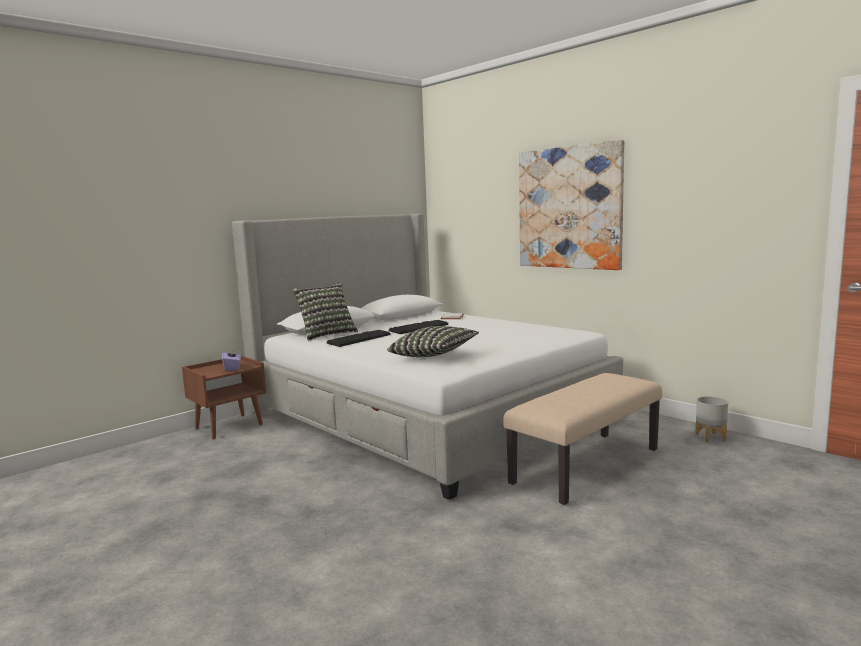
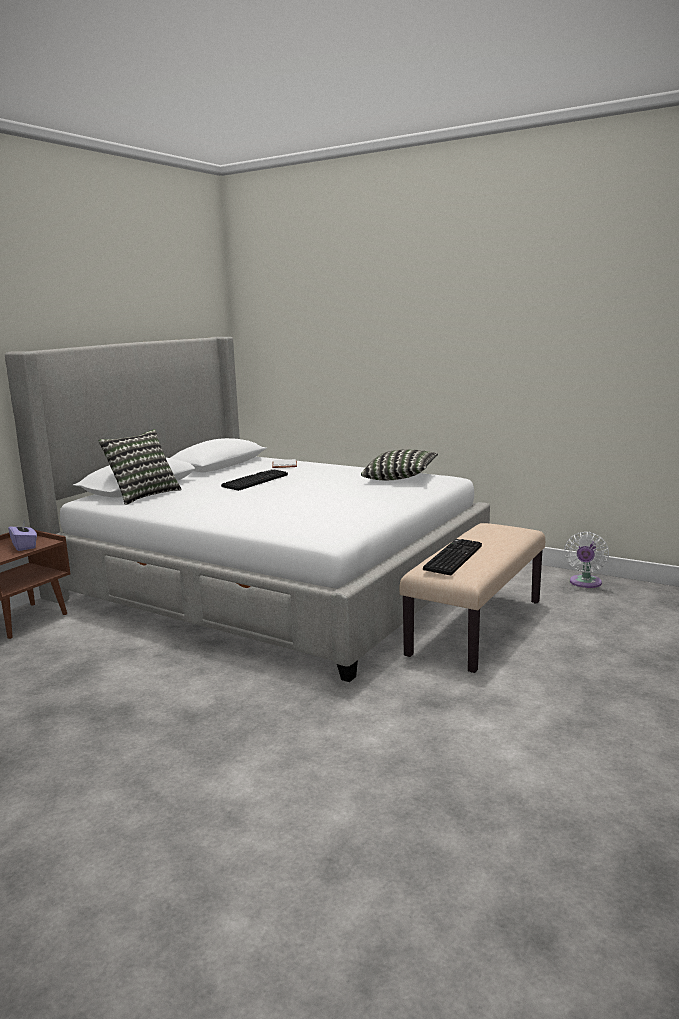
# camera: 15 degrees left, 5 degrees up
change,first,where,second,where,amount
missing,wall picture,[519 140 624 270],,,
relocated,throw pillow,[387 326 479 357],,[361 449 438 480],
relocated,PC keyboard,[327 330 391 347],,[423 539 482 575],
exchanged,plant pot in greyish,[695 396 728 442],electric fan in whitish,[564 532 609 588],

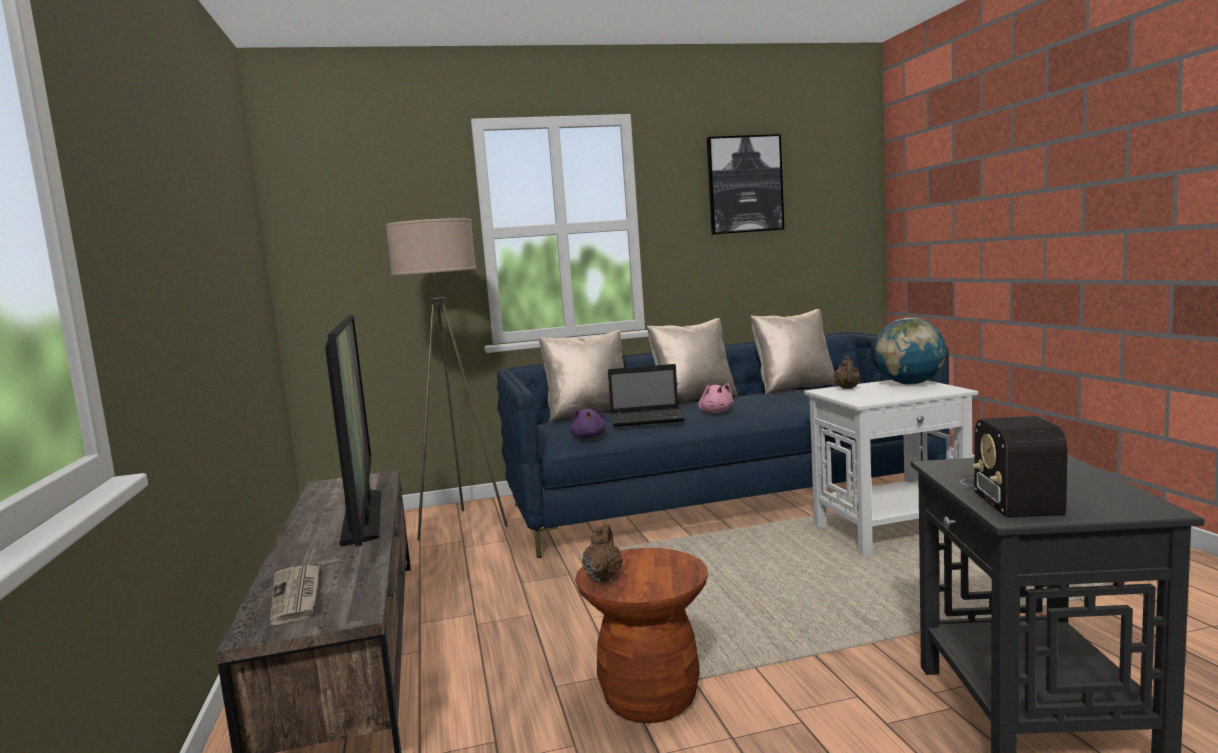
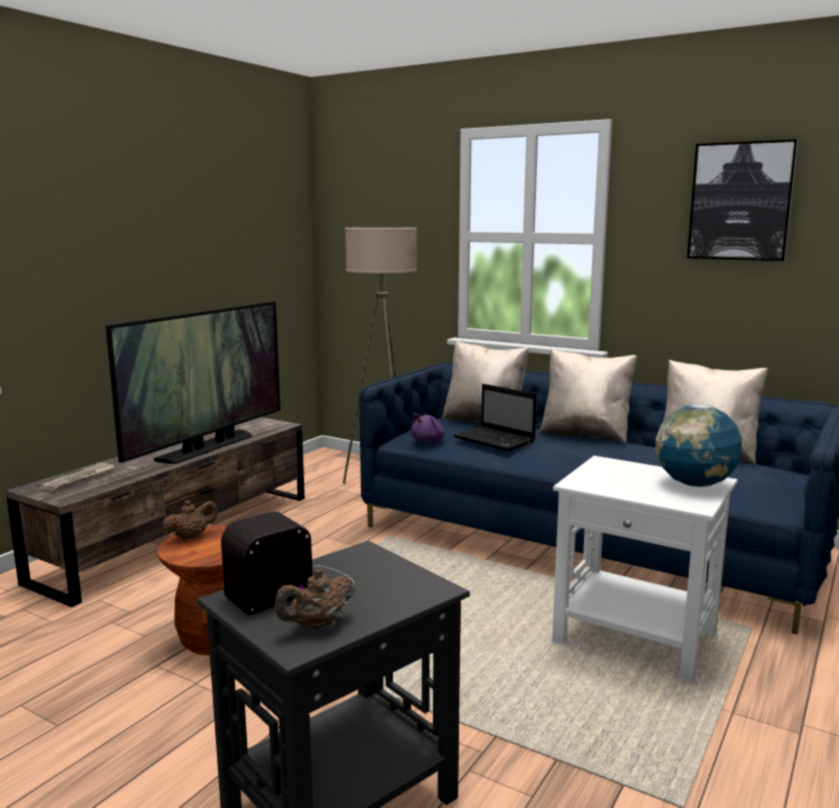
# camera: 45 degrees right, 5 degrees up
change,first,where,second,where,amount
relocated,teapot in brownish,[833 356 861 389],,[274 569 356 630],
missing,plush toy in pinkish,[698 384 733 413],,,

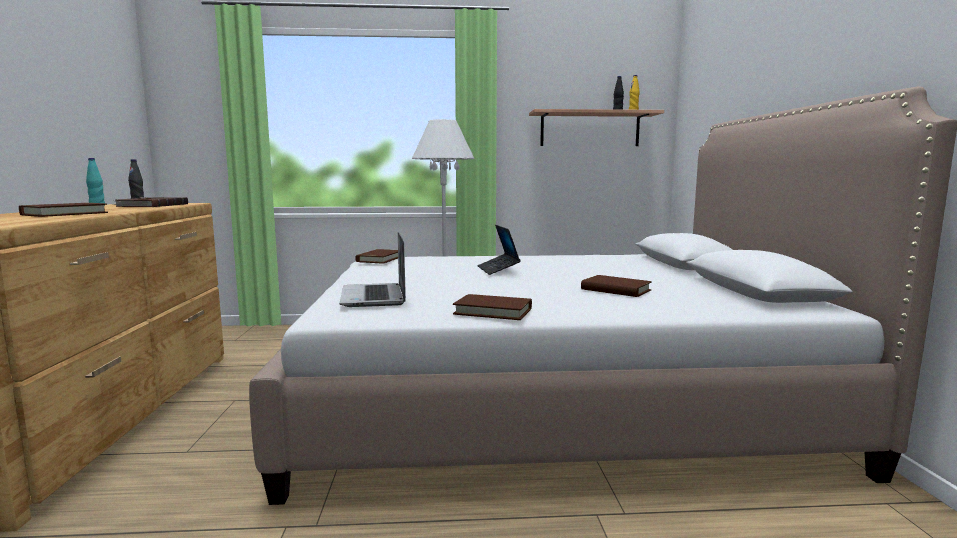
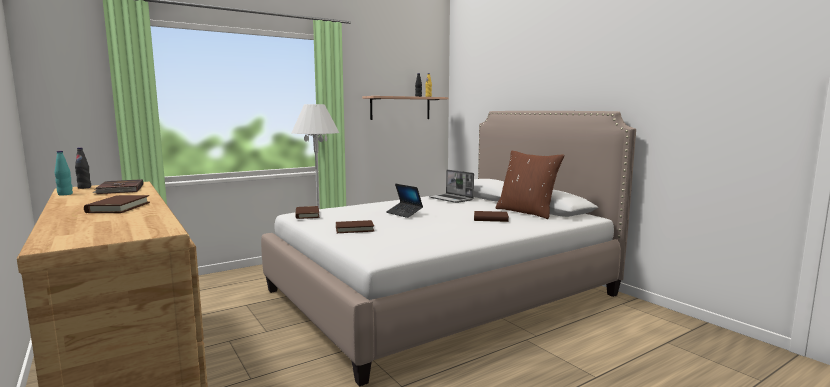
# camera: 30 degrees left, 0 degrees up
change,first,where,second,where,amount
relocated,laptop,[340 231 406 307],,[428 170 474 203],
relocated,volume in brownish,[453 294 532 320],,[336 220 374 233],
appeared,,,throw pillow in brownish,[496 151 564 219],

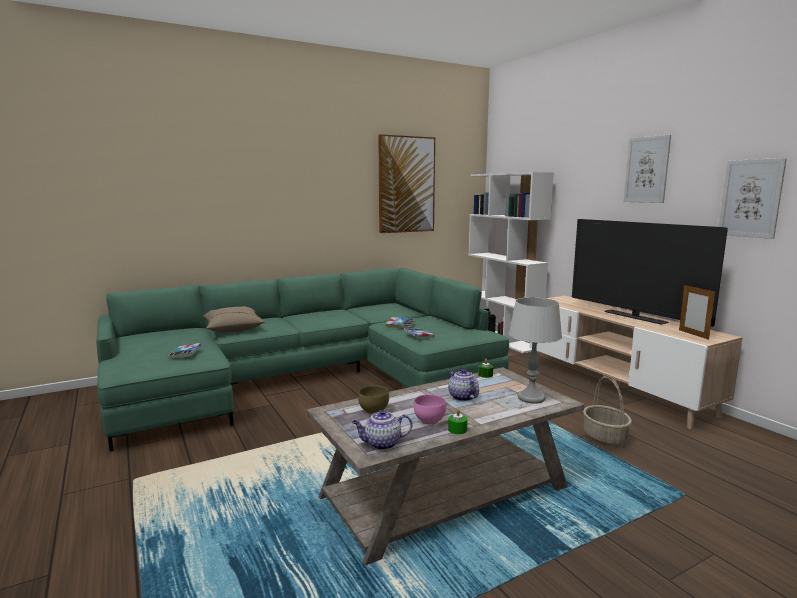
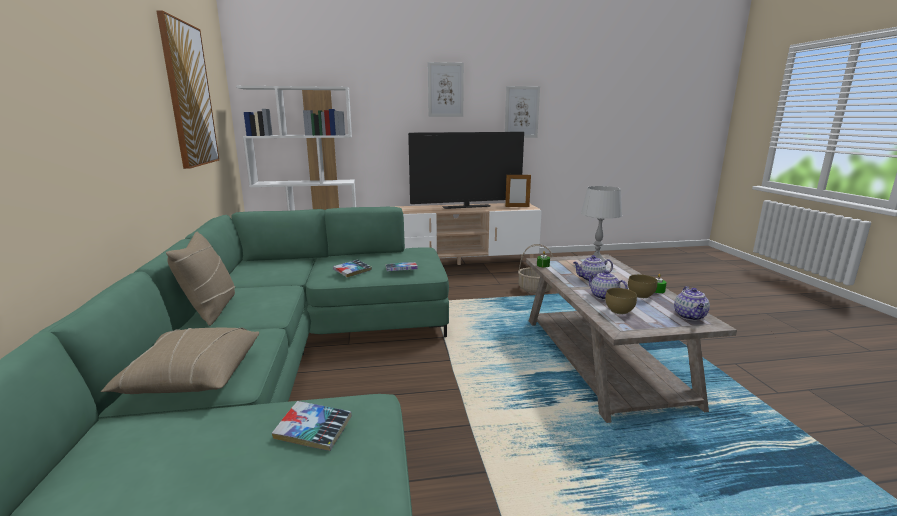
# camera: 70 degrees left, 5 degrees up
change,first,where,second,where,amount
colour,bowl in pinkish,[414 394 446 425],bowl in brownish,[628 274 657 298],
appeared,,,throw pillow in sand-coloured,[166 232 235 326],
appeared,,,teapot,[586 270 628 300],

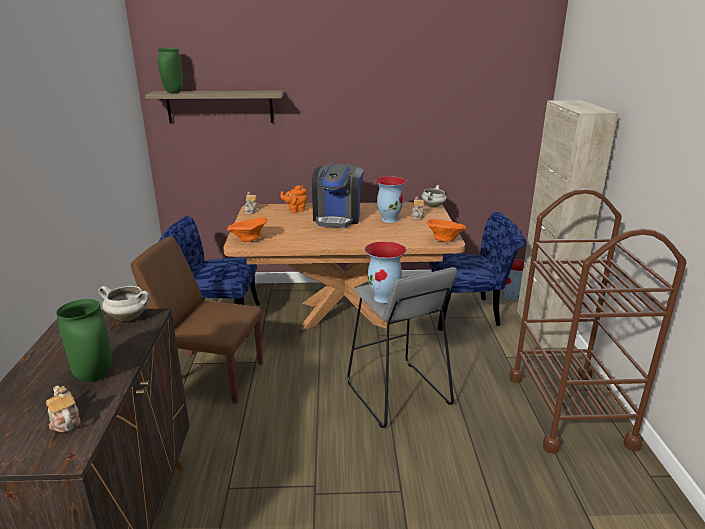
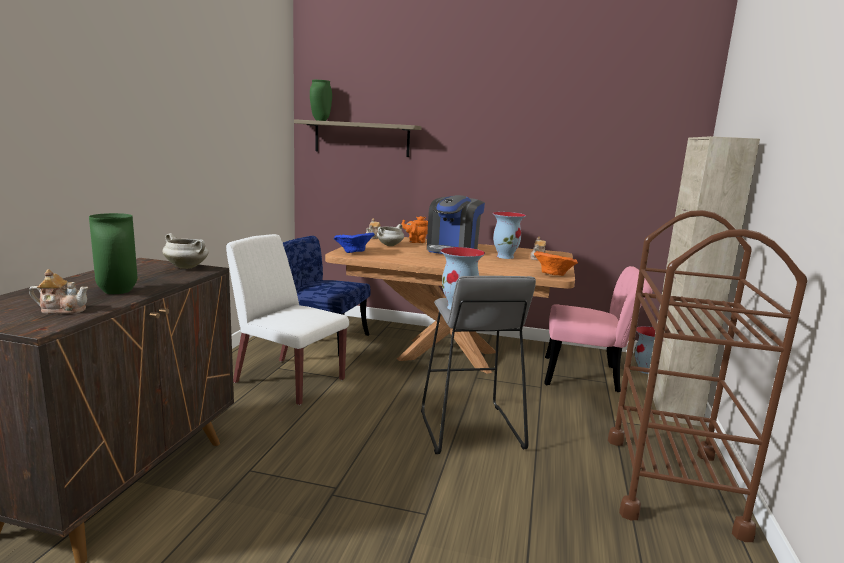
# camera: 15 degrees right, 10 degrees down
change,first,where,second,where,amount
relocated,saucepot in whitish,[421 185 447 208],,[377 224 404 246],
colour,upright chair in blue-coloured,[429 212 526 331],upright chair in pinkish,[544 266 652 392],
colour,bowl in orange-coloured,[227 217 268 242],bowl in blue-coloured,[333 232 375 253],
colour,upright chair in brownish,[131 236 263 404],upright chair in whitish,[226 234 349 405],
spun,teapot,[46 386 81 432],,[29 269 88 314],105 degrees clockwise

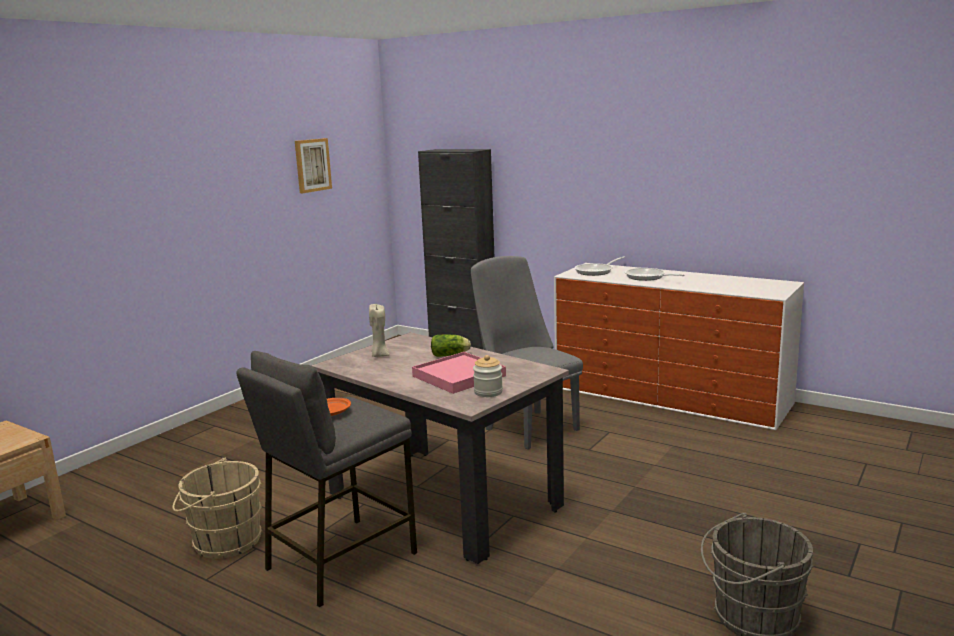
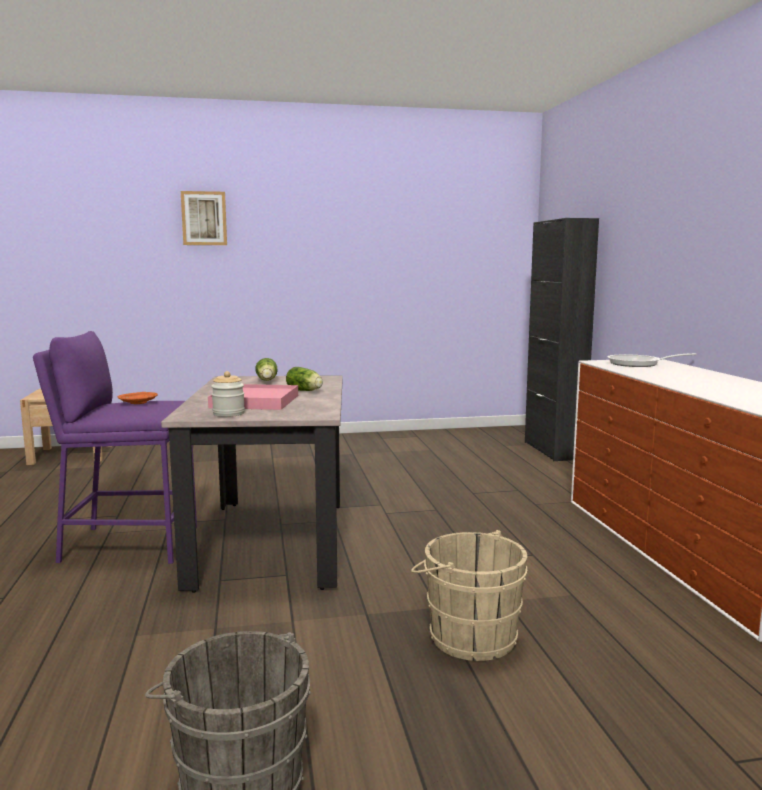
# camera: 45 degrees right, 5 degrees down
change,first,where,second,where,amount
relocated,wall picture,[295 138 332 193],,[181 191 227 245],
missing,upright chair in greyish,[471 256 583 449],,,
missing,pan,[625 268 684 281],,,
exchanged,candle in sand-coloured,[369 304 390 357],head of lettuce,[255 358 278 381],
colour,stool in greyish,[236 351 417 607],stool in purple-coloured,[33 331 197 564],
relocated,bucket in sand-coloured,[173 457 262 559],,[411 530 527 661],

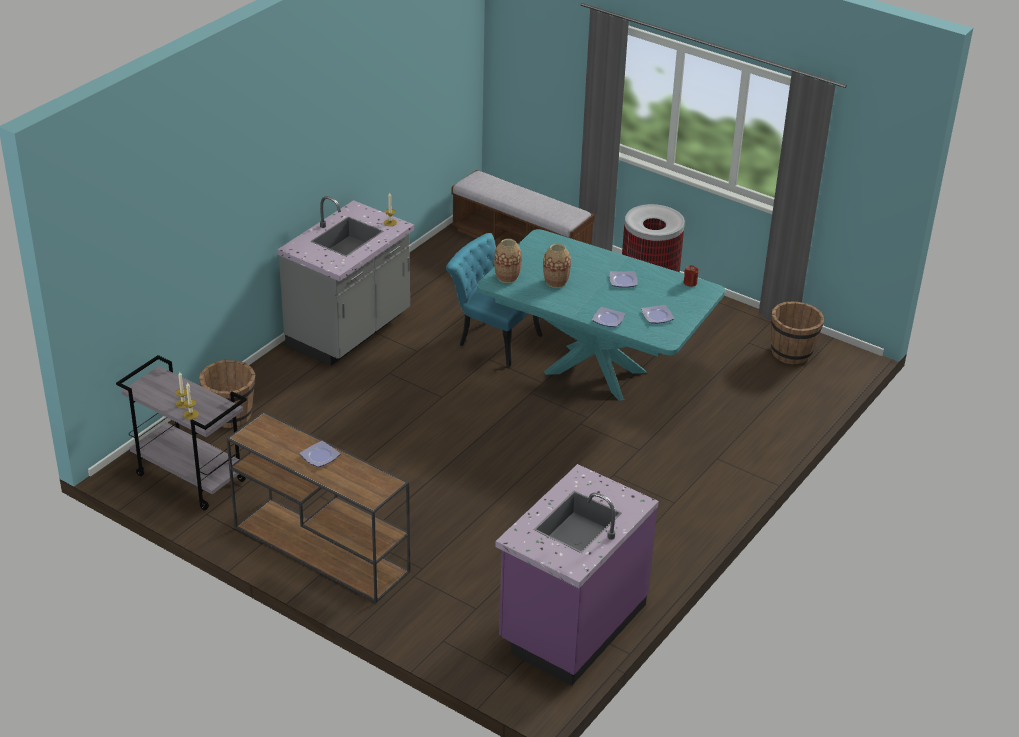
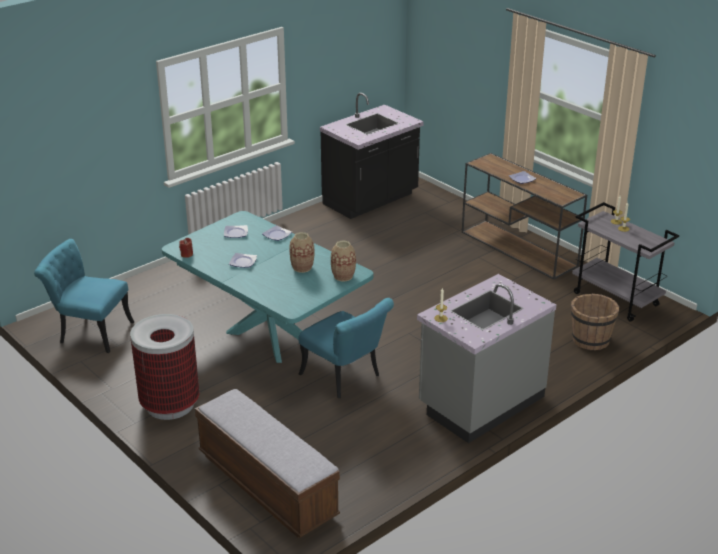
# camera: 165 degrees left, 5 degrees down
change,first,where,second,where,amount
exchanged,bucket in brownish,[771 301 824 364],upright chair in turquoise-coloured,[34 239 134 353],
colour,kitchen base unit in purple-coloured,[495 464 659 686],kitchen base unit in black-coloured,[320 93 424 219],

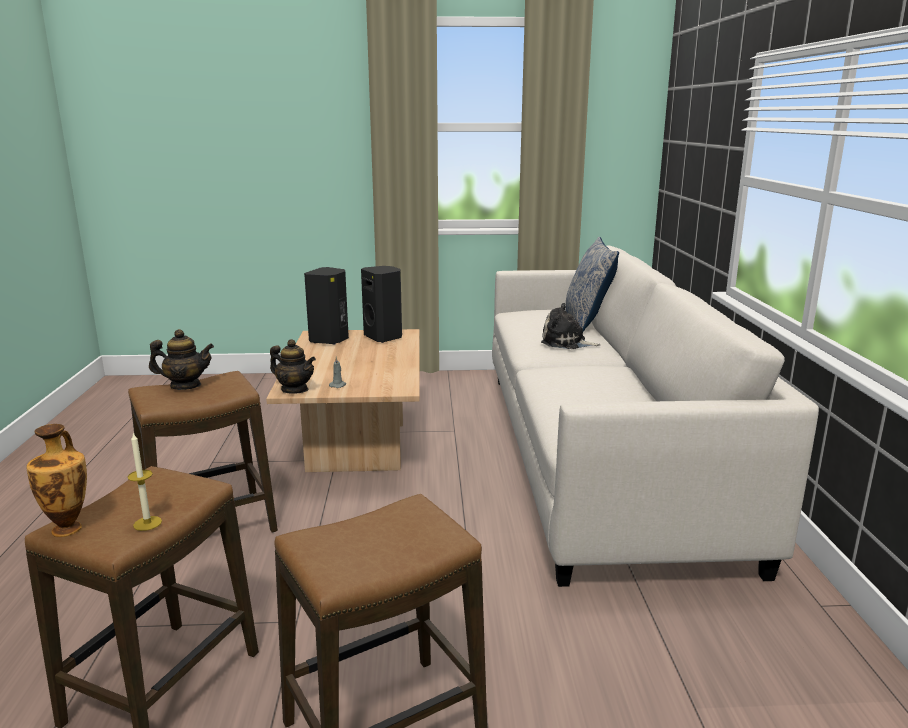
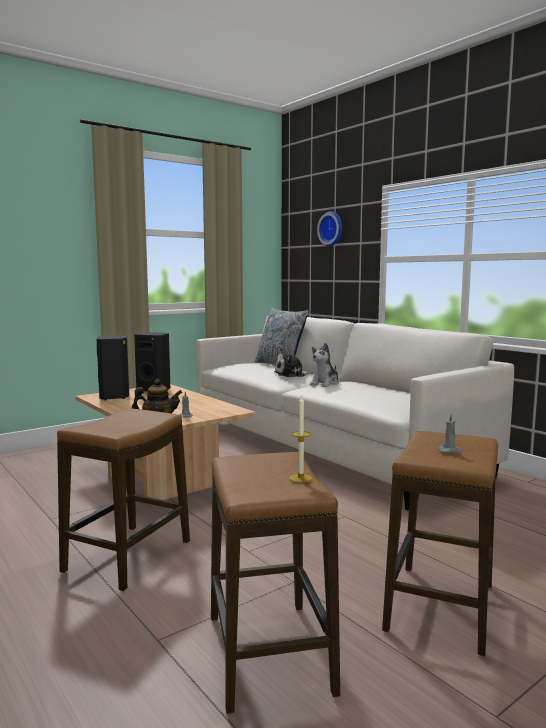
# camera: 35 degrees left, 10 degrees down
change,first,where,second,where,amount
missing,teapot,[149 329 214 390],,,
missing,flower vase,[26 424 87 537],,,
appeared,,,clock on the wall,[317 211 342 247],
appeared,,,plush toy,[310 343 339 387],
appeared,,,candle in greyish,[438 413 463 453],

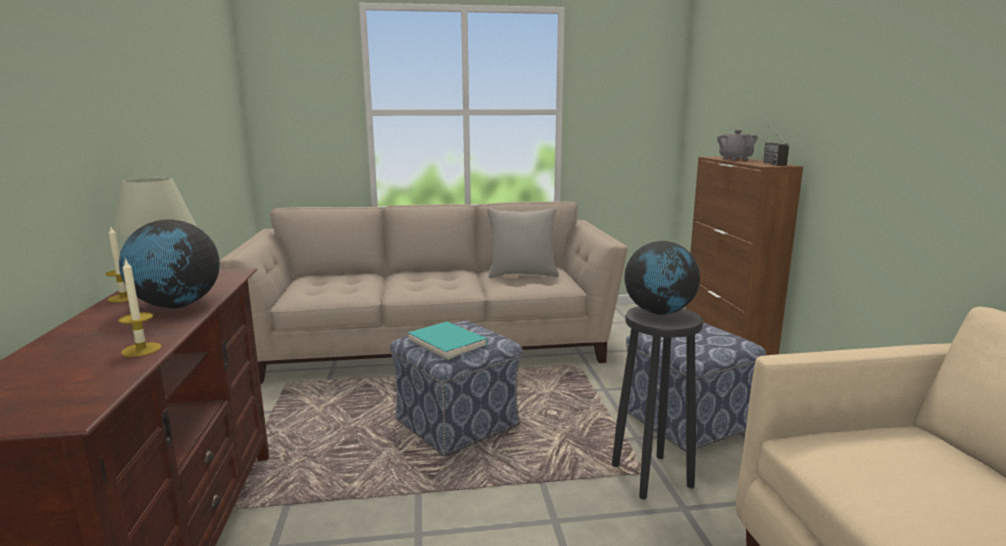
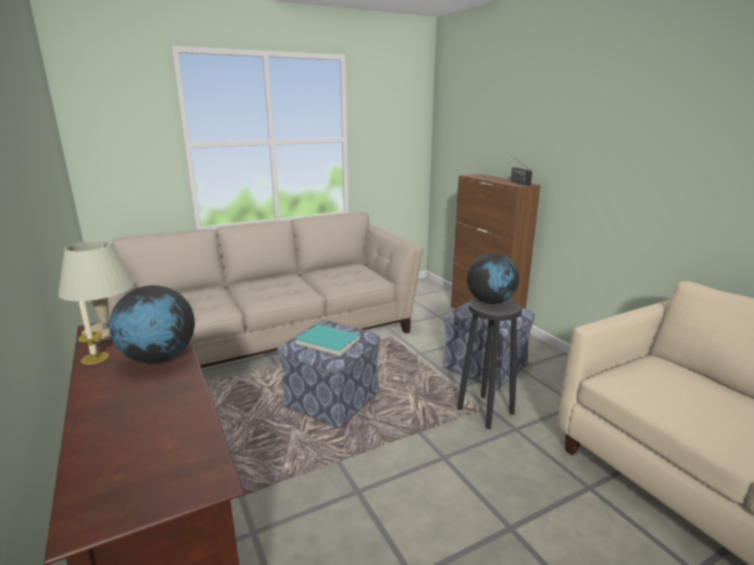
# camera: 20 degrees left, 5 degrees up
change,first,where,second,where,amount
missing,teapot in greyish,[717 130 757 160],,,
missing,throw pillow in greyish,[487 208 559 278],,,
missing,candle,[118 258 162 357],,,

